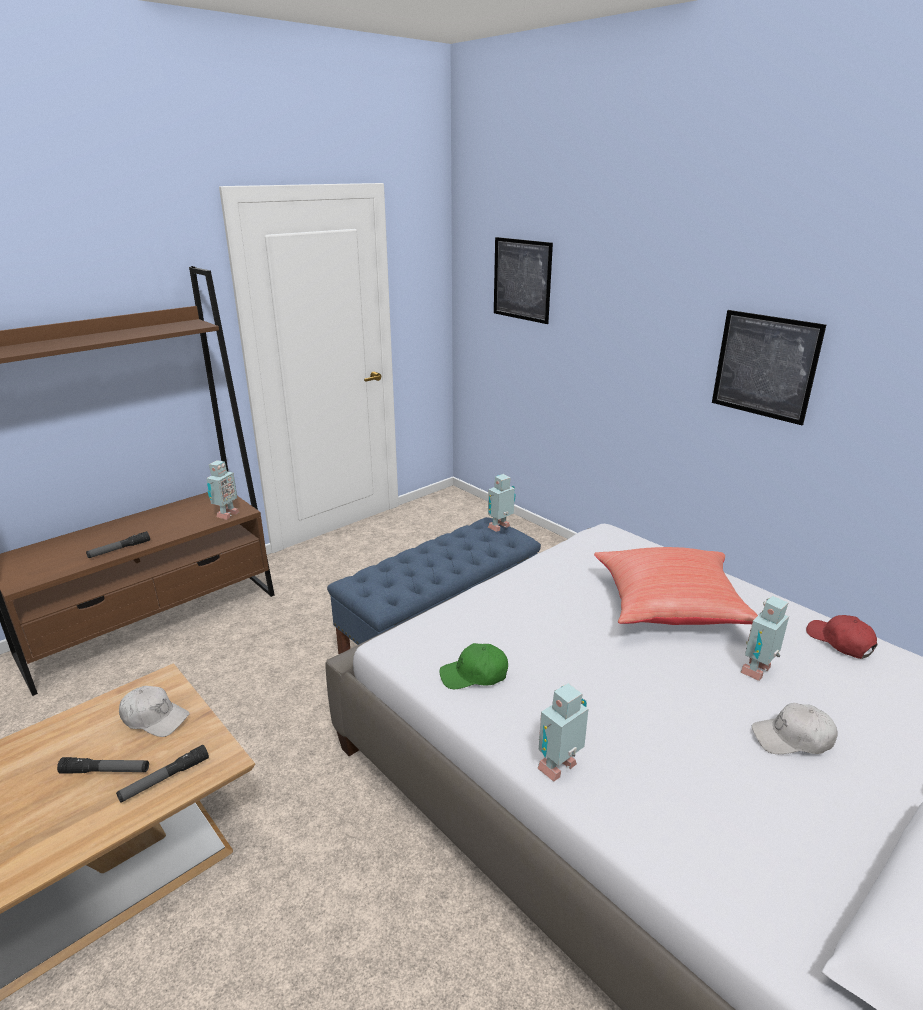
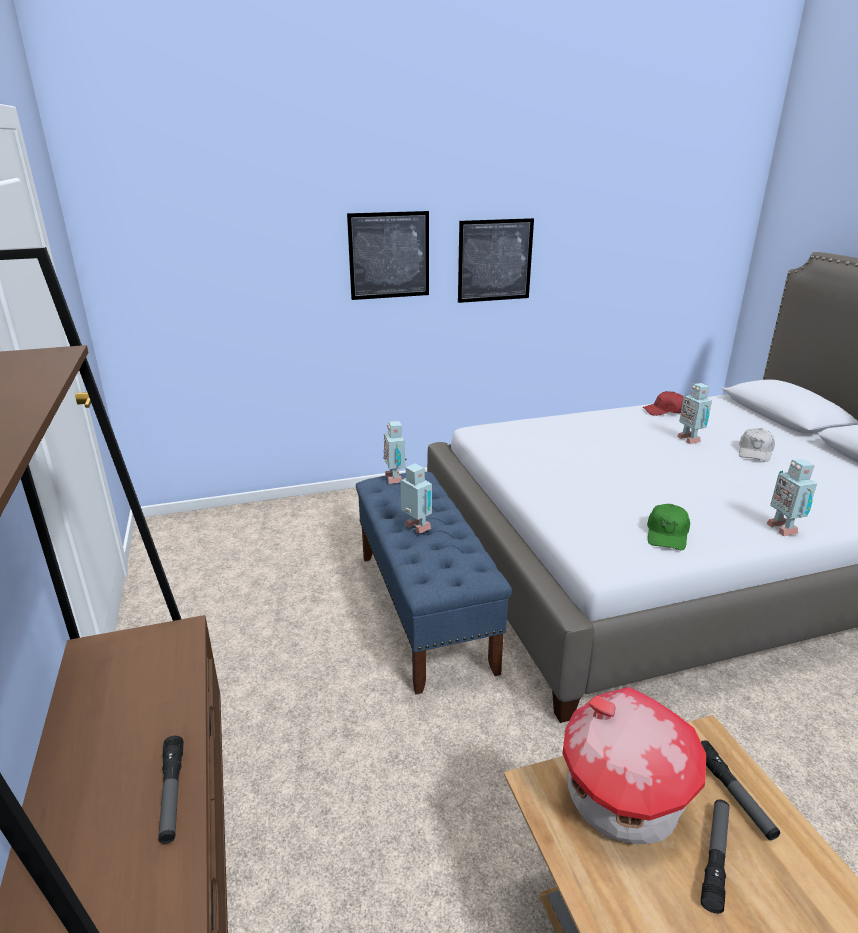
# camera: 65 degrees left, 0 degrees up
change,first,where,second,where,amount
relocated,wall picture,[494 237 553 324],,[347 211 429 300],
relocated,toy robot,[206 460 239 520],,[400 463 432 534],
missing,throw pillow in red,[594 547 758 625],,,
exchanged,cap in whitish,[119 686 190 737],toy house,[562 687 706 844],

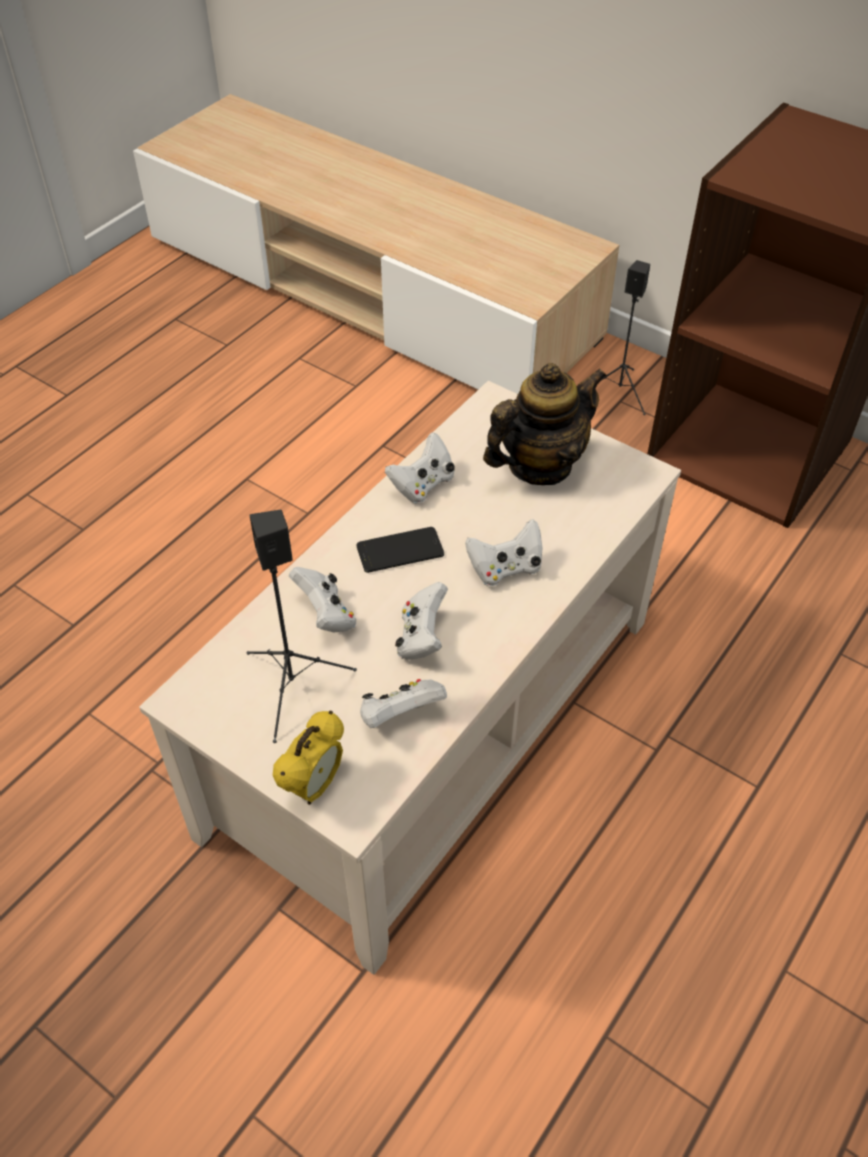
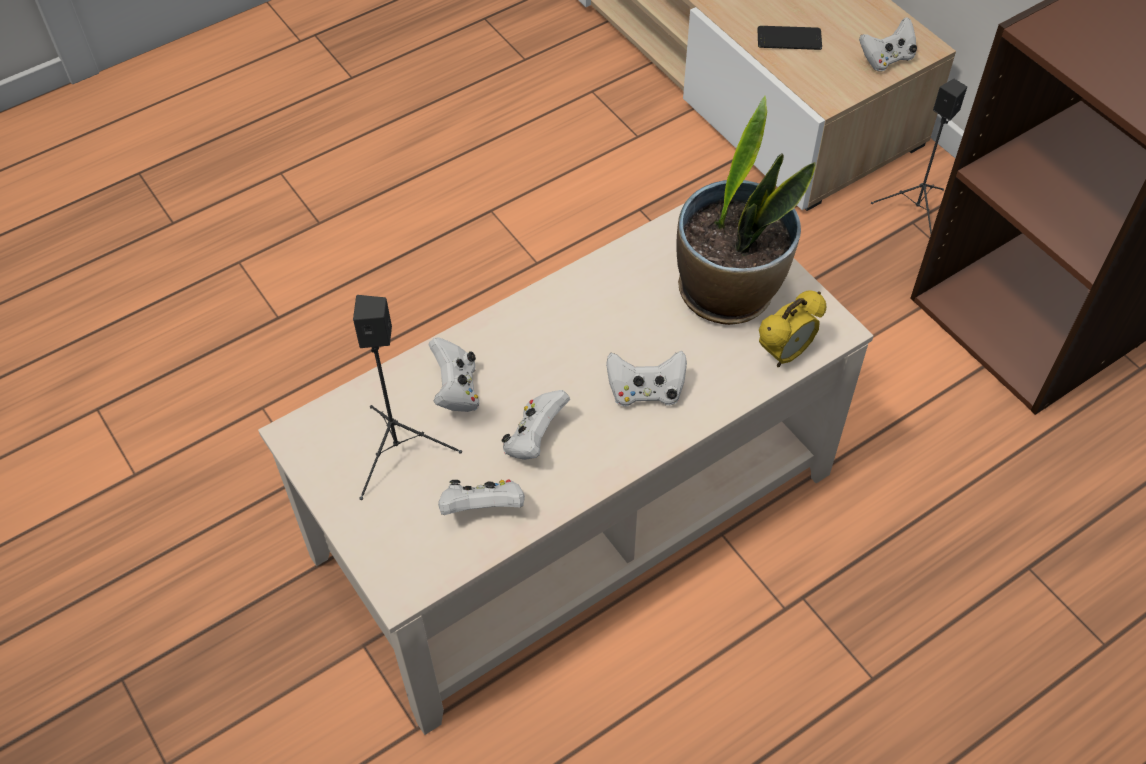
# camera: 20 degrees right, 5 degrees up
change,first,where,second,where,amount
exchanged,teapot,[483 363 607 485],potted plant,[677 96 816 325],
relocated,game controller in whitish,[385 432 455 504],,[859 17 917 72],
relocated,handset,[356 527 444 573],,[758 26 822 50],
relocated,alarm clock,[273 711 344 805],,[759 290 827 367],

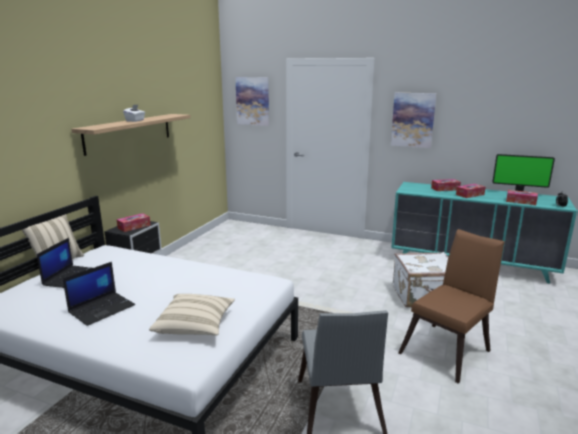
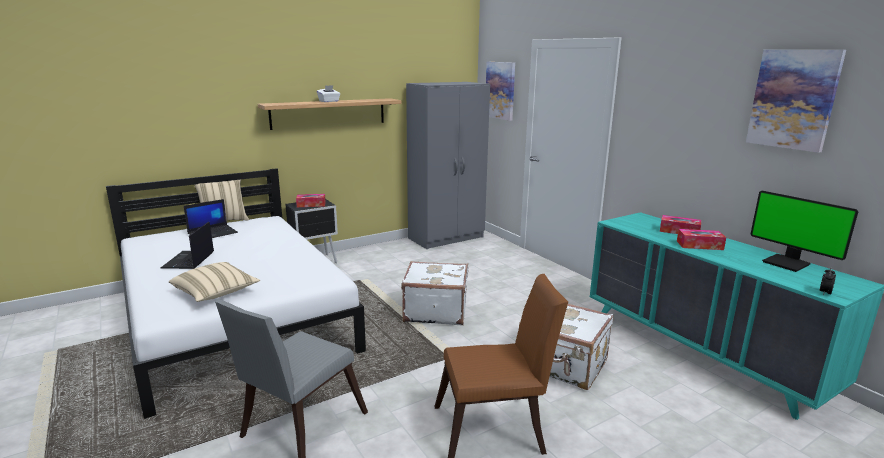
# camera: 35 degrees right, 0 degrees up
change,first,where,second,where,amount
relocated,wall picture,[391 93 437 148],,[746 50 846 153],
missing,box of tissues,[506 190 538 205],,,
spun,laptop,[63 262 135 326],,[161 222 214 269],105 degrees clockwise
appeared,,,clothes cupboard in greyish,[406 82 490 249],
appeared,,,travel case in whitish,[401 261 468 325],

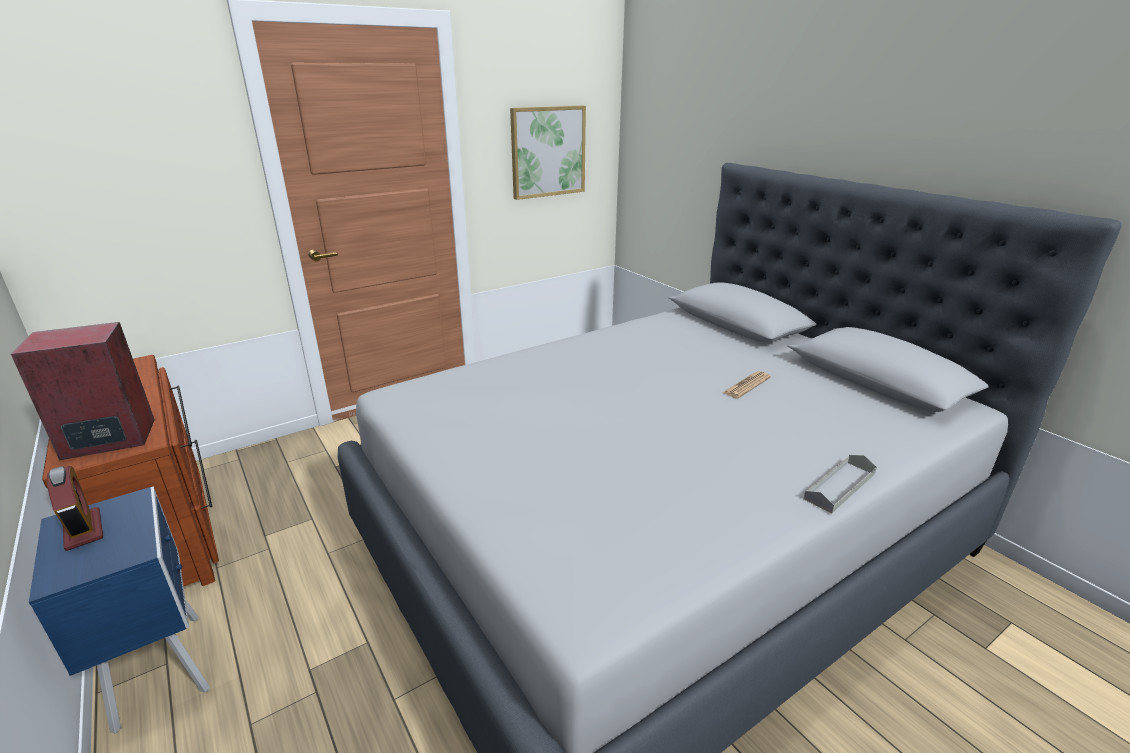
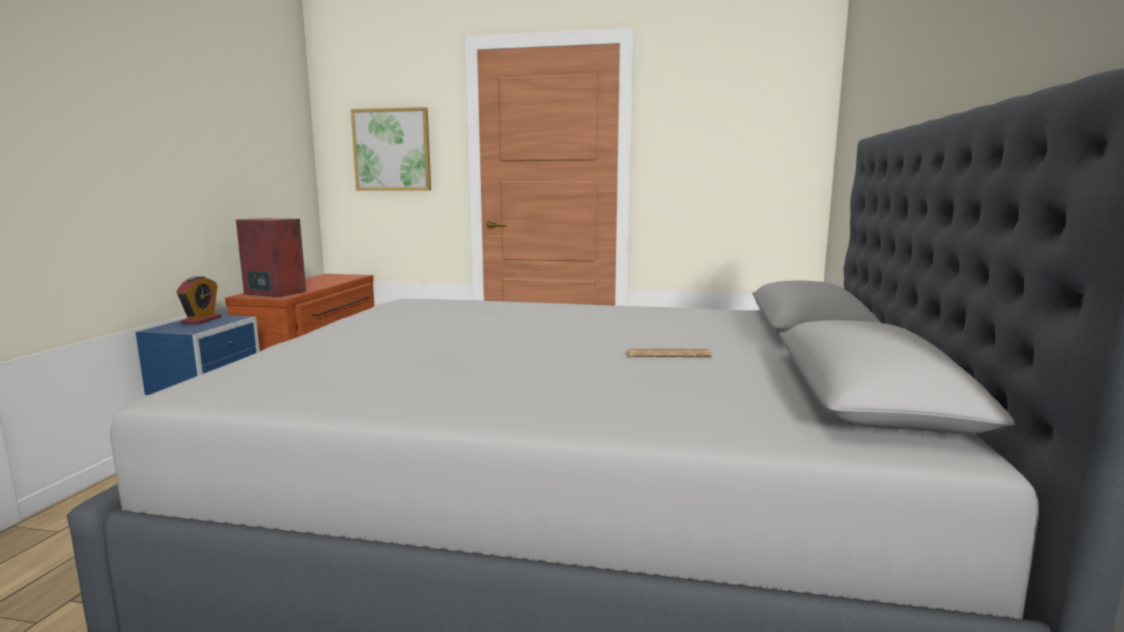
# camera: 45 degrees right, 15 degrees down
change,first,where,second,where,amount
relocated,wall picture,[510 106 586 200],,[351 107 431 190],
missing,carrying tray in greyish,[804 455 877 513],,,

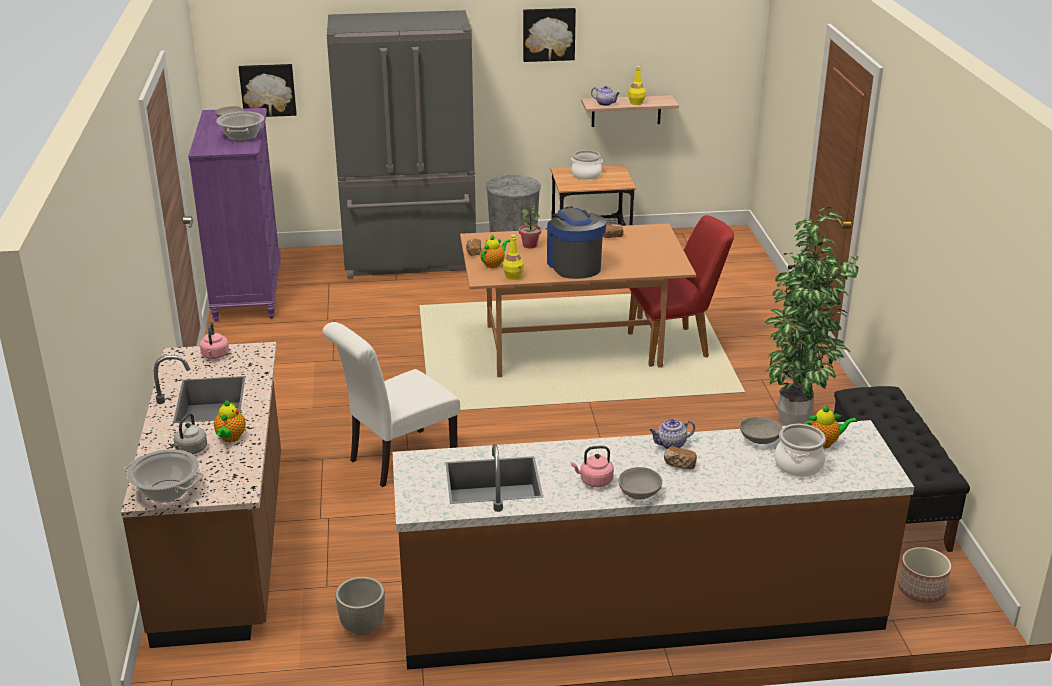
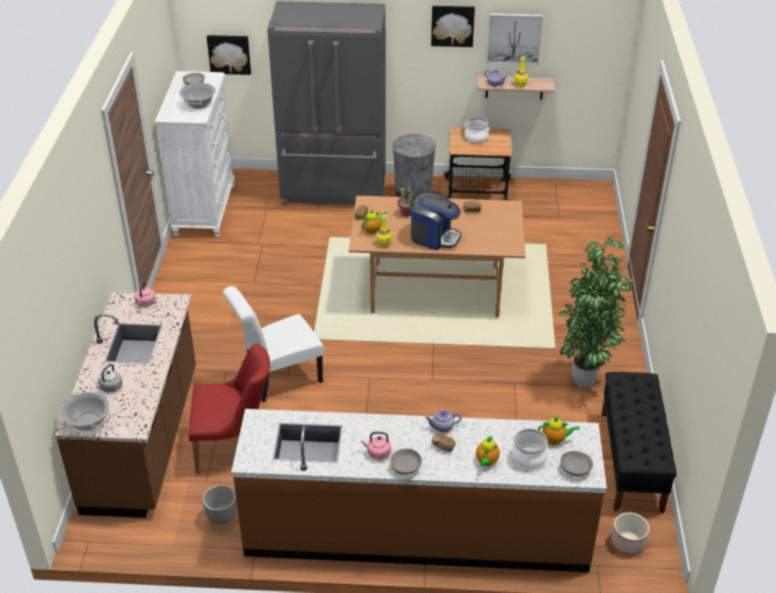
# camera: 10 degrees right, 10 degrees up
change,first,where,second,where,amount
colour,dresser in purple-coloured,[188 108 281 322],dresser in whitish,[155 71 235 238],
spun,coffee brewer,[547 206 607 279],,[410 191 461 250],120 degrees clockwise
relocated,upright chair in red,[628 215 734 367],,[189 344 270 474],
relocated,teapot,[214 400 246 442],,[476 436 500 467],
relocated,bowl in greyish,[740 417 782 444],,[561 451 593 476],
appeared,,,wall picture,[487 13 543 65],

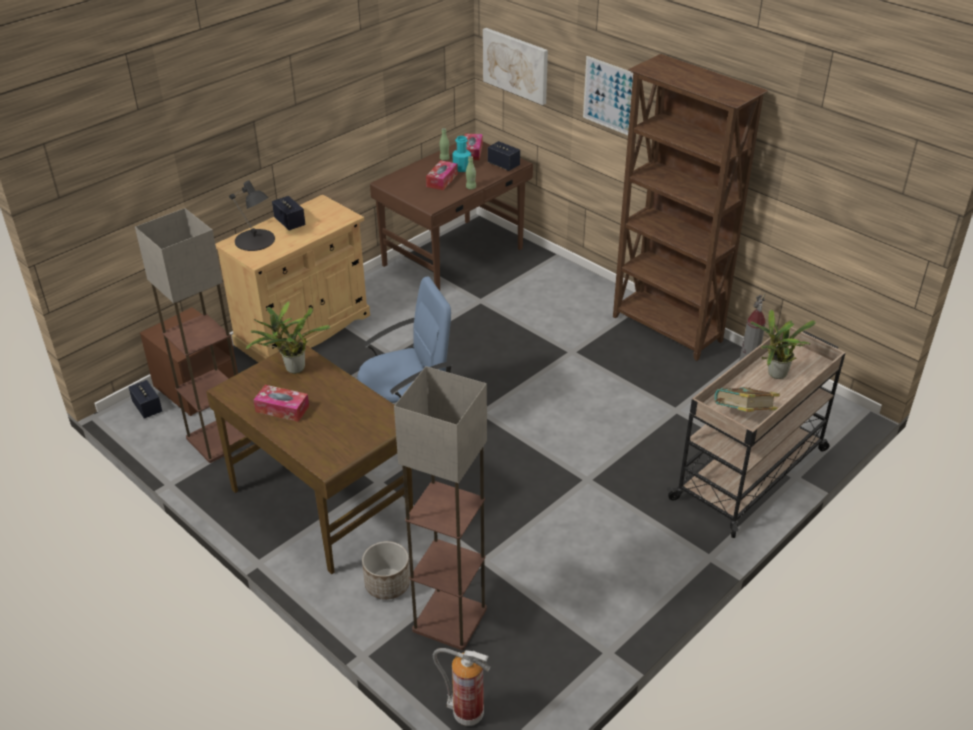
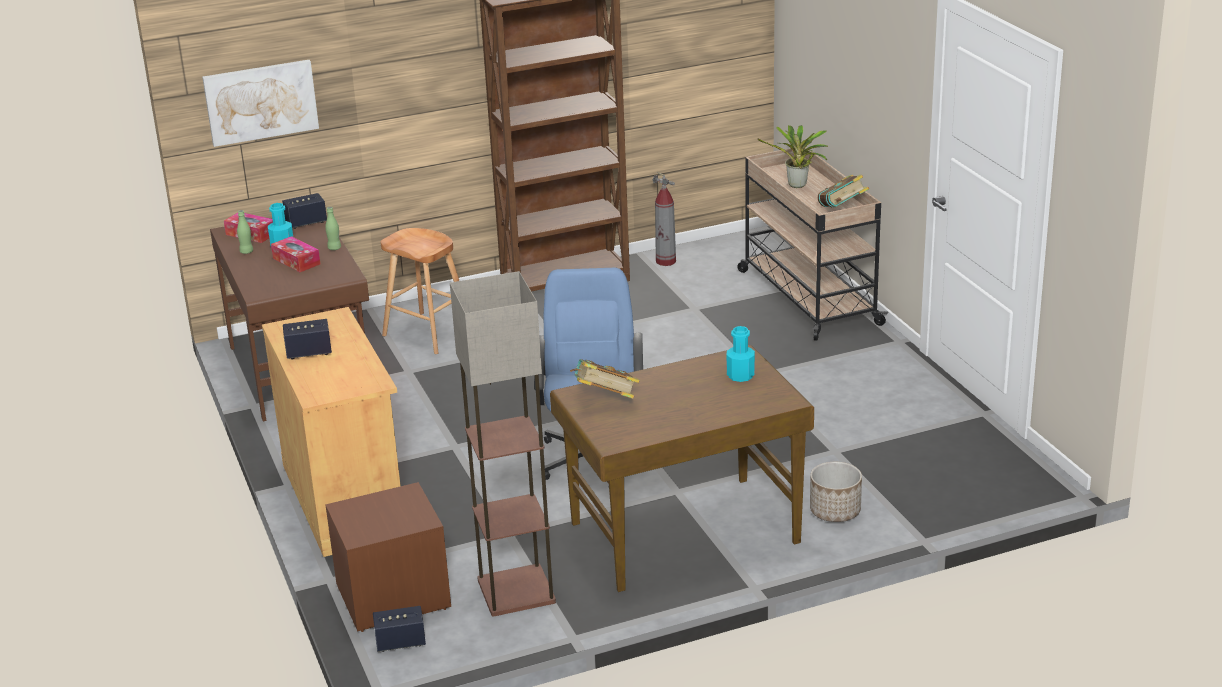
# camera: 65 degrees left, 10 degrees down
change,first,where,second,where,amount
missing,wall picture,[583 56 633 135],,,
missing,tabletop lamp in black-coloured,[229 180 275 251],,,
exchanged,potted plant,[246 301 331 374],volume,[570 359 640 399],
missing,floor lamp,[394 366 487 650],,,
missing,box of tissues,[254 385 309 422],,,
missing,fire extinguisher,[433 648 490 726],,,
appeared,,,stool in brownish,[381 228 459 354],
appeared,,,beverage bottle in turquoise-coloured,[727 326 755 382],

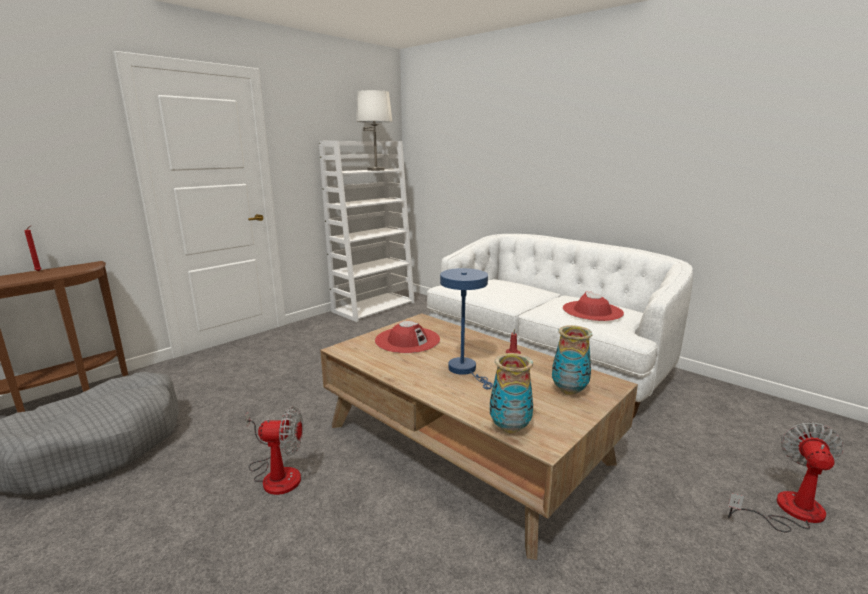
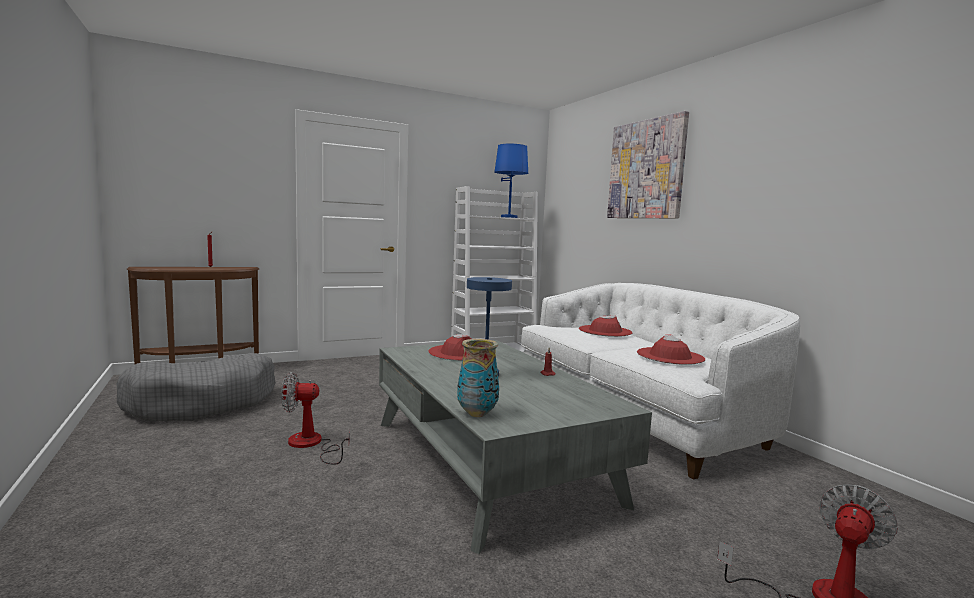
# camera: 20 degrees right, 10 degrees down
change,first,where,second,where,amount
colour,tabletop lamp in whitish,[356 90 392 171],tabletop lamp in blue-coloured,[494 144 528 218],
colour,low table in brownish,[320 313 638 560],low table in greyish,[379 340 652 554],
missing,flower vase,[552 325 592 395],,,
spun,electric fan,[245 407 303 495],,[281 372 350 465],150 degrees clockwise
appeared,,,wall picture,[607 111 689 218],
appeared,,,clothing hat in red,[579 315 632 337],

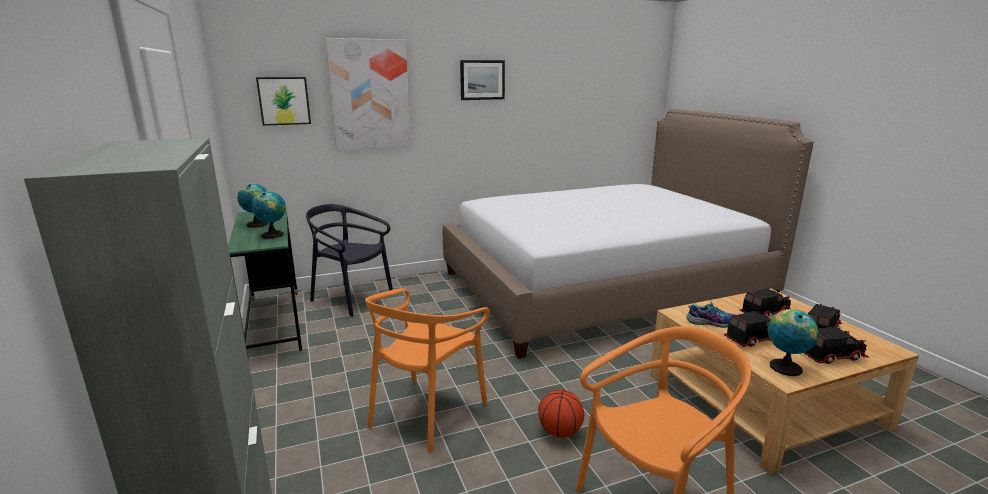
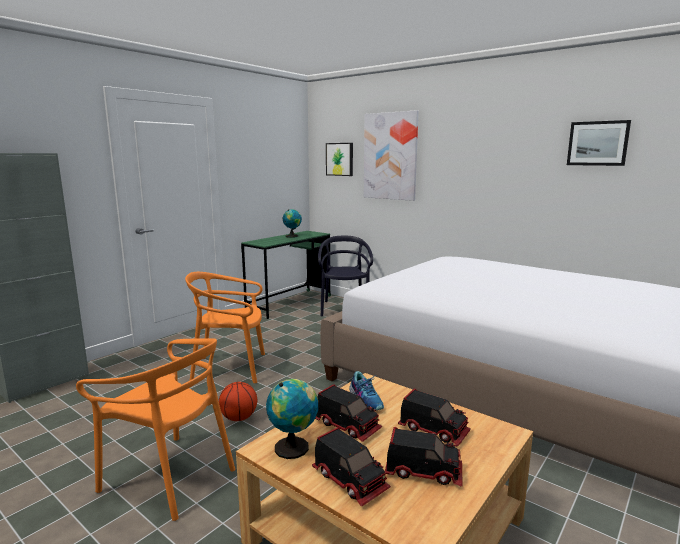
# camera: 60 degrees right, 5 degrees down
change,first,where,second,where,amount
relocated,wall picture,[460 60 505 100],,[567 120 631 166],
missing,globe,[252 191 286 238],,,

